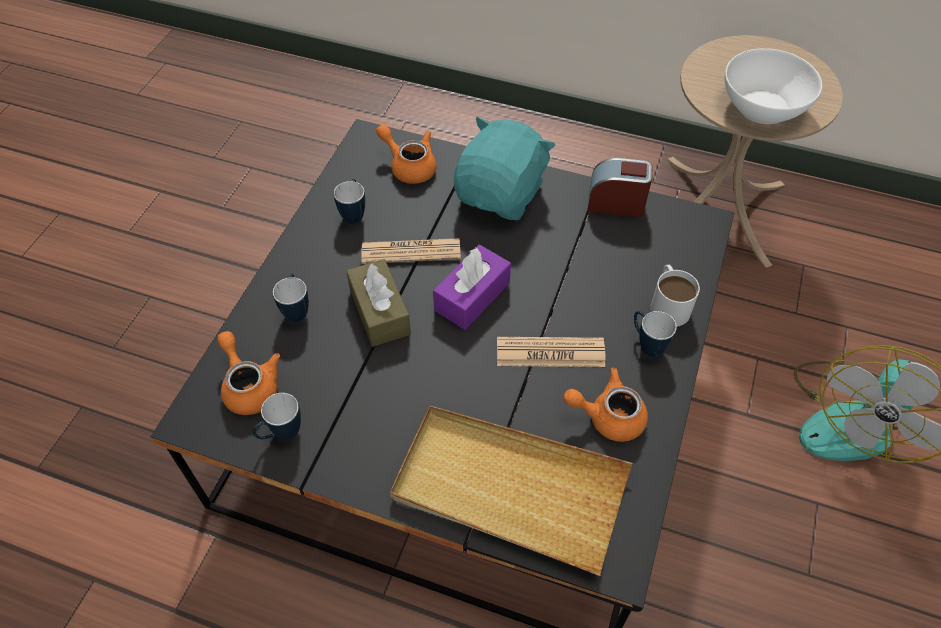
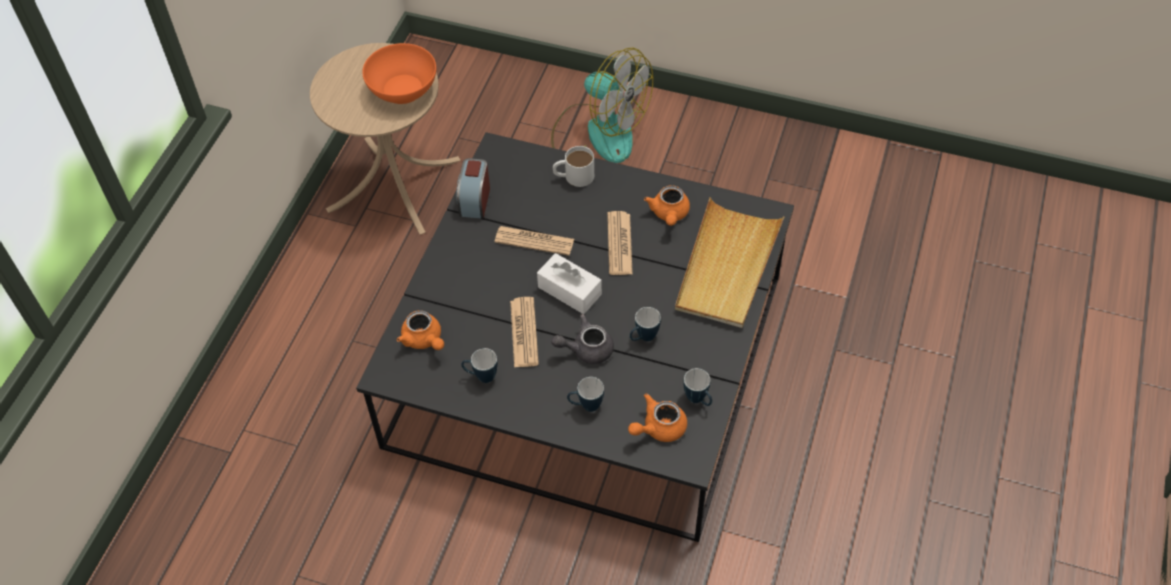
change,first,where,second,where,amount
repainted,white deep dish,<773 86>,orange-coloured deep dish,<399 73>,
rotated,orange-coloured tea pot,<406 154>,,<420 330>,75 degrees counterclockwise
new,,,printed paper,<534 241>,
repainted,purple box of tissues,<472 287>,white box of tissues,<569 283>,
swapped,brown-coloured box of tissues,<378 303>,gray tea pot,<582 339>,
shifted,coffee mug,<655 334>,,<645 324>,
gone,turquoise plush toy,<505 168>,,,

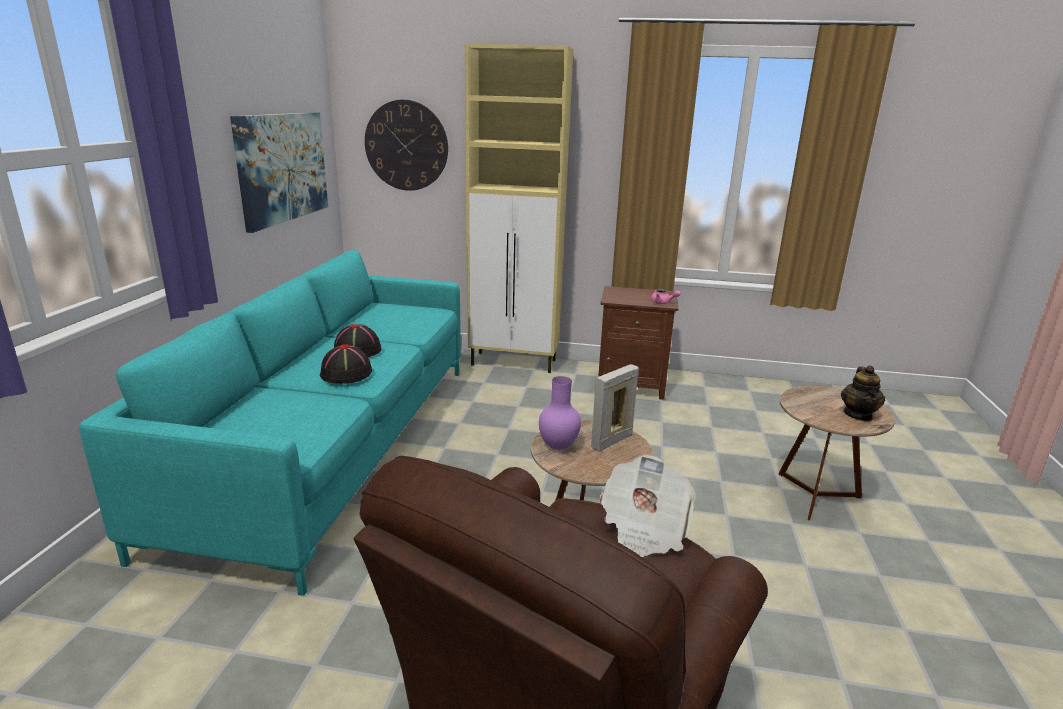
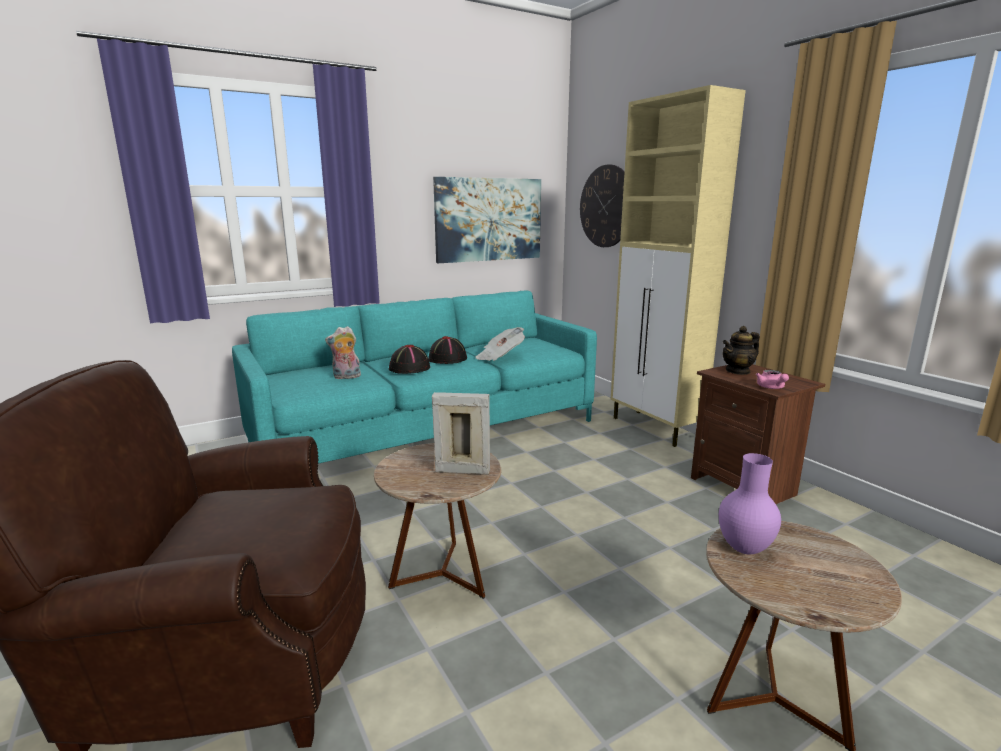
change,first,where,second,where,amount
new,,,plush toy,<343 352>,
shifted,printed paper,<648 506>,,<500 344>,
shifted,purple flower vase,<560 413>,,<750 503>,
shifted,tea pot,<863 393>,,<741 350>,

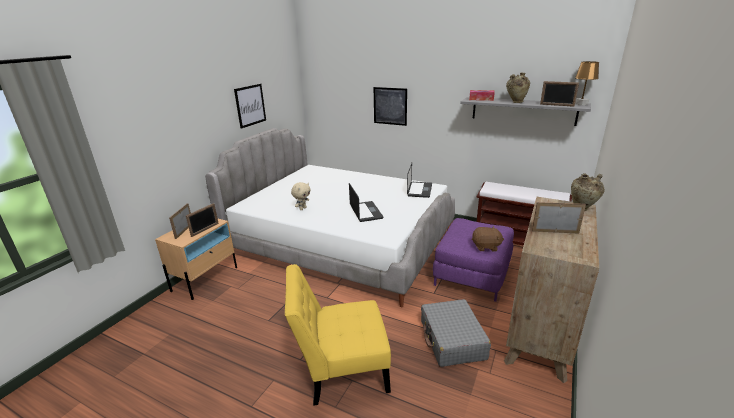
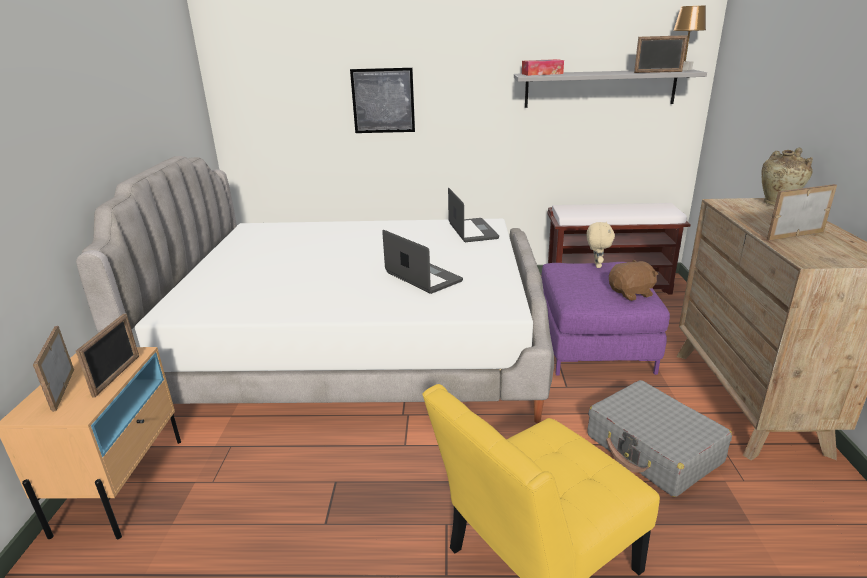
change,first,where,second,where,amount
shifted,beige plush toy,<301 196>,,<600 245>,
gone,wall picture,<250 106>,,,
gone,beige flower vase,<518 88>,,,

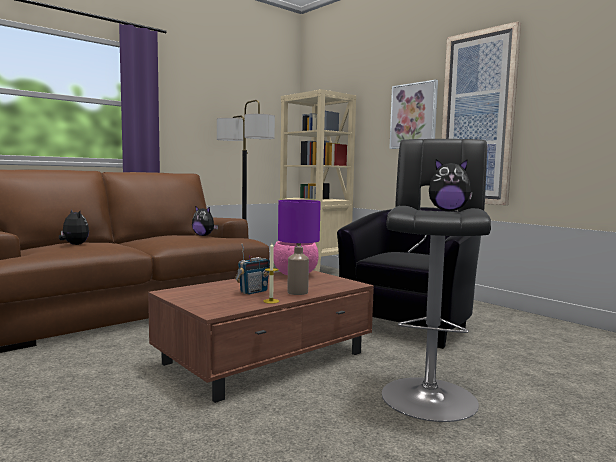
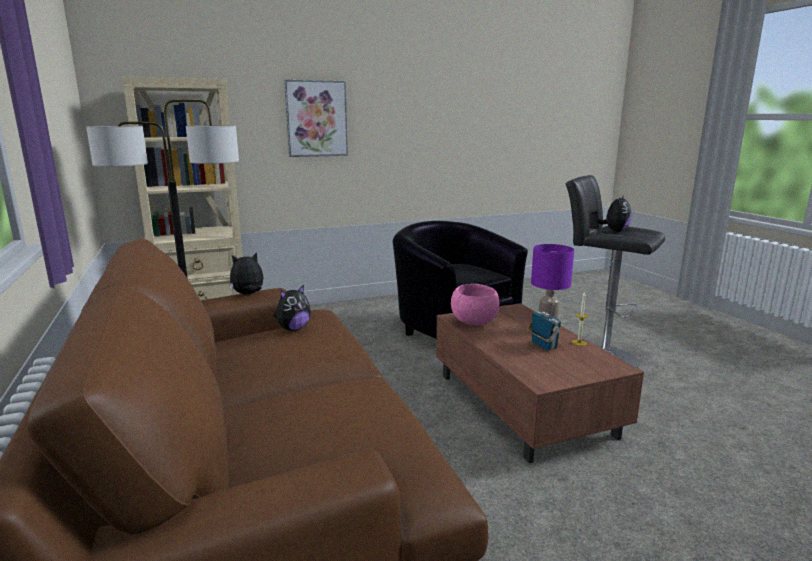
change,first,where,second,where,amount
shifted,plush toy,<74 227>,,<246 273>,
gone,wall picture,<481 113>,,,

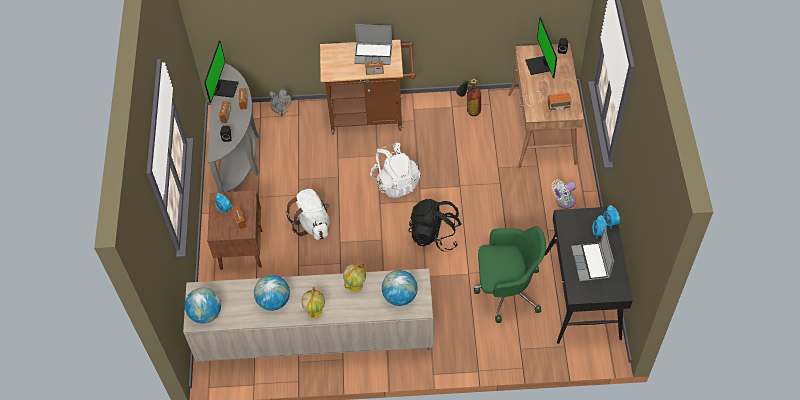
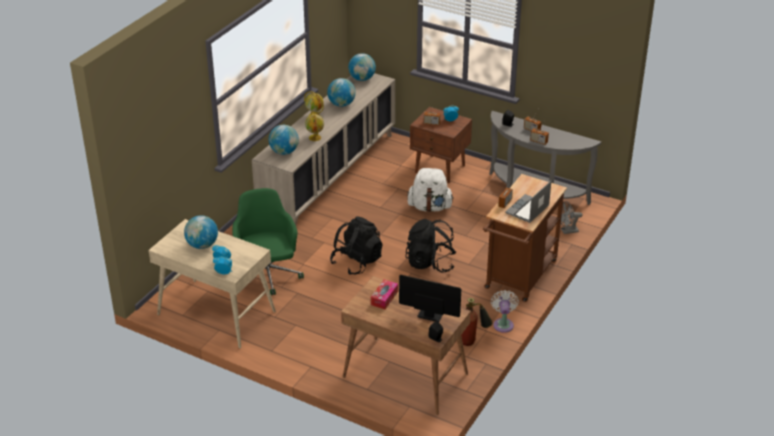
change,first,where,second,where,amount
repainted,black-coloured desk unit,<589 275>,beige desk unit,<212 283>,
swapped,notebook computer,<592 254>,world globe,<201 232>,
rotated,green office chair,<510 274>,,<268 241>,135 degrees clockwise
swapped,radio receiver,<548 101>,box of tissues,<384 294>,
repainted,white rucksack,<395 170>,black-coloured rucksack,<430 246>,
shifted,white electric fan,<564 194>,,<505 311>,
gone,monitor,<221 72>,,,

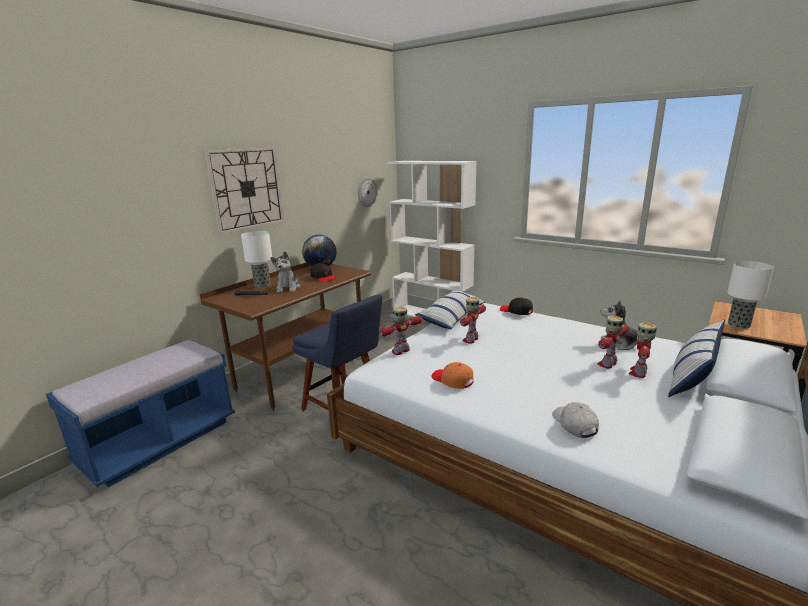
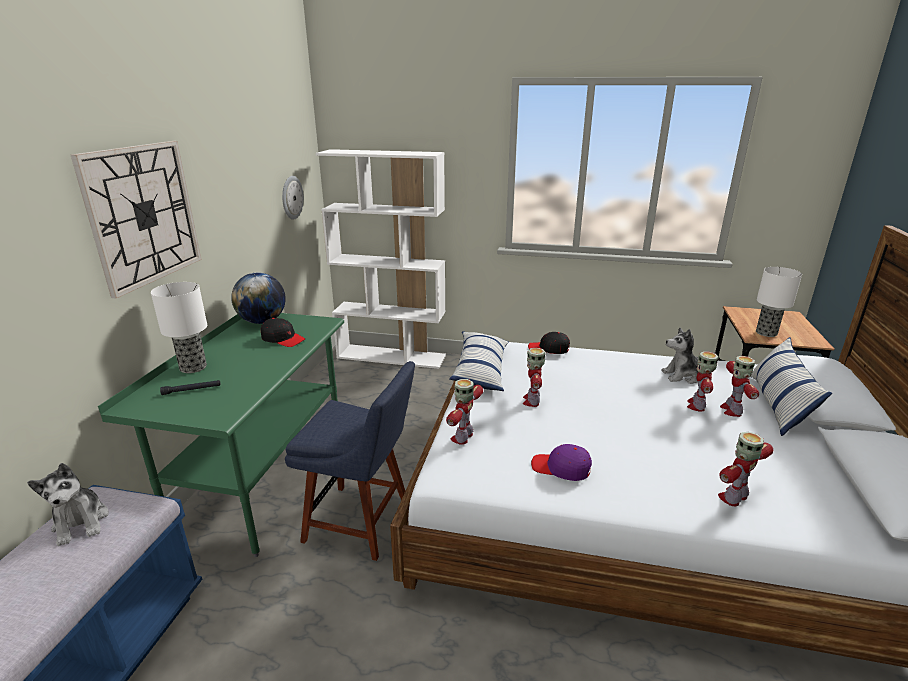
change,first,where,second,where,amount
shifted,plush toy,<285 272>,,<68 504>,
repainted,brown-coloured desk unit,<285 337>,green desk unit,<221 435>,
repainted,orange-coloured baseball cap,<452 375>,purple baseball cap,<561 462>,
swapped,white baseball cap,<575 420>,model robot,<745 469>,

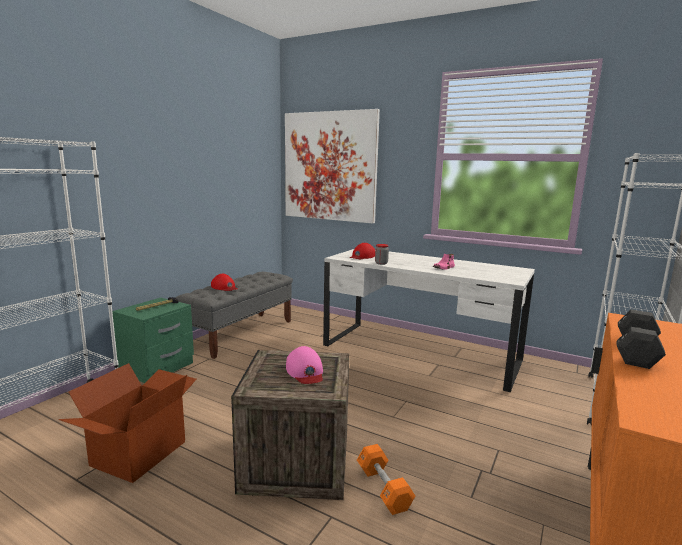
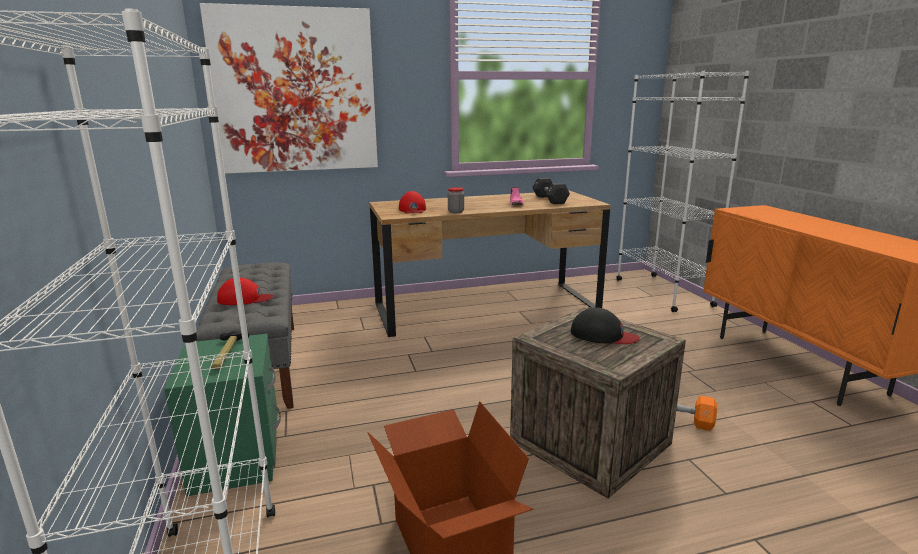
change,first,where,second,where,amount
repainted,white desk unit,<429 321>,brown-coloured desk unit,<490 264>,
shifted,black-coloured dumbbell,<641 339>,,<551 191>,
repainted,pinkish baseball cap,<304 365>,black-coloured baseball cap,<605 325>,

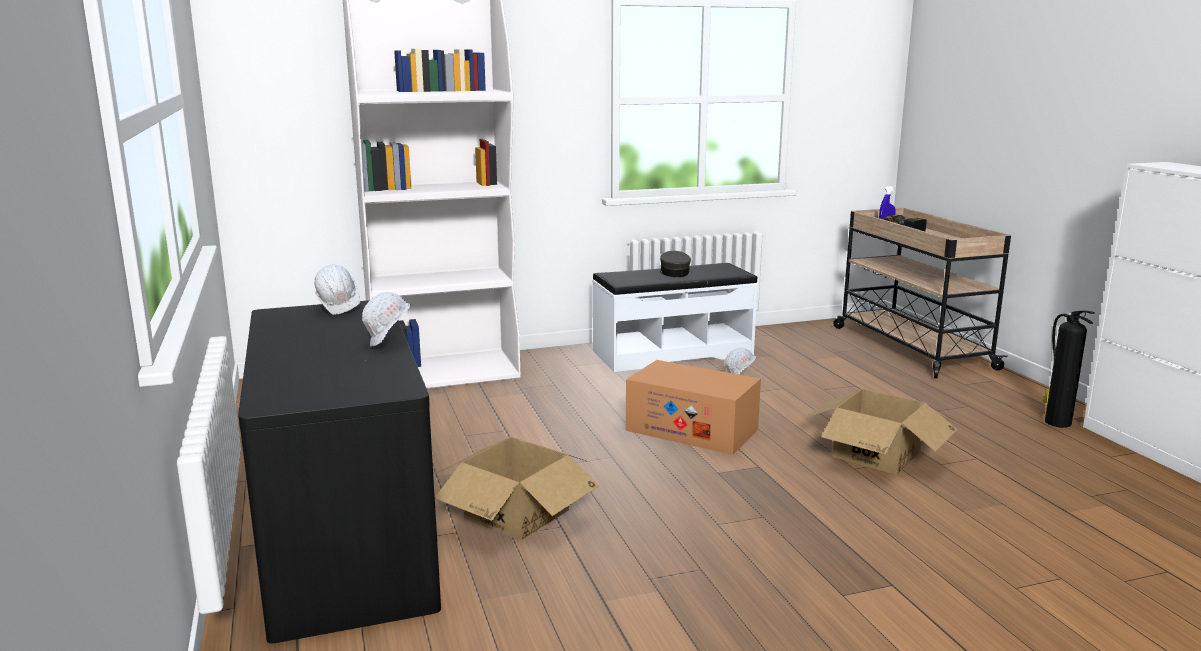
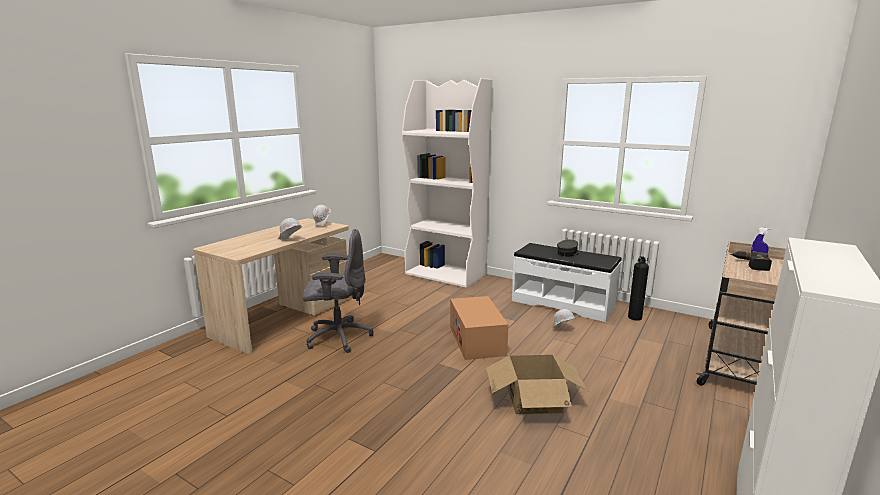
change,first,where,second,where,amount
repainted,black-coloured desk unit,<339 471>,beige desk unit,<271 286>,
swapped,carton,<517 489>,gray office chair,<338 291>,
shifted,fire extinguisher,<1069 369>,,<638 288>,

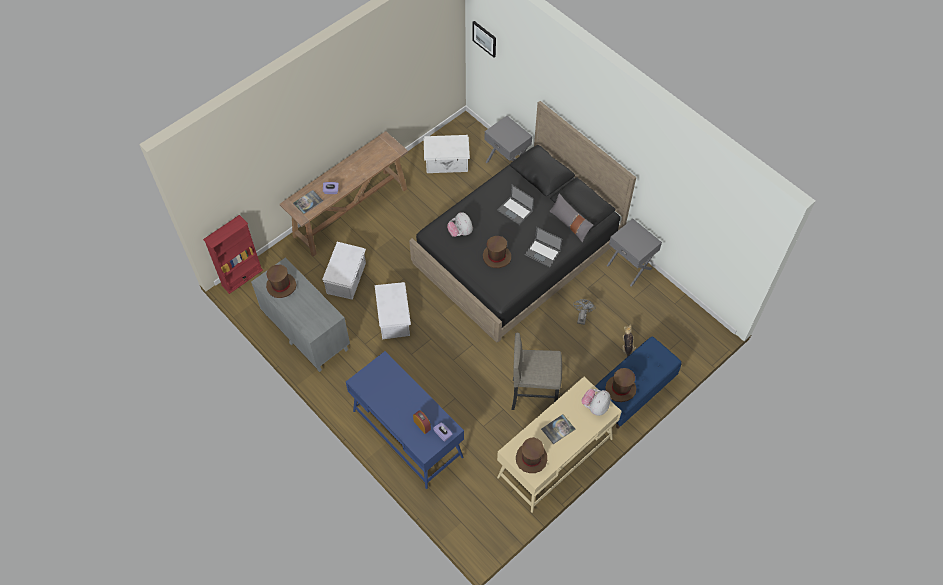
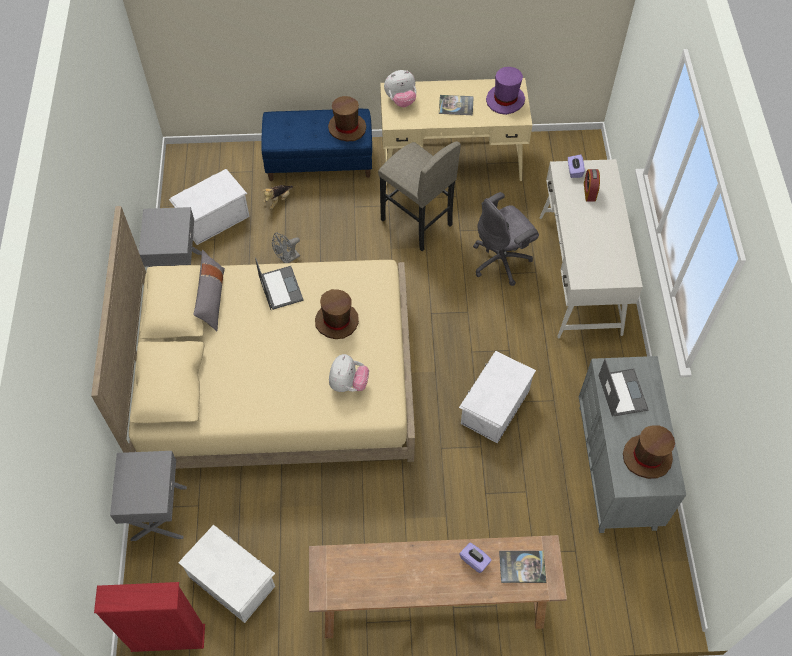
change,first,where,second,where,amount
repainted,black-coloured bedroom bed,<522 222>,beige bedroom bed,<253 337>,
shifted,red shelving unit,<233 254>,,<149 617>,
shifted,white storage box,<344 271>,,<209 207>,
new,,,gray office chair,<506 239>,
repainted,brown-coloured hat,<531 455>,purple hat,<505 91>,
repainted,blue-coloured desk unit,<405 420>,white desk unit,<591 248>,
shifted,notebook computer,<515 204>,,<623 387>,
gone,wall picture,<484 39>,,,

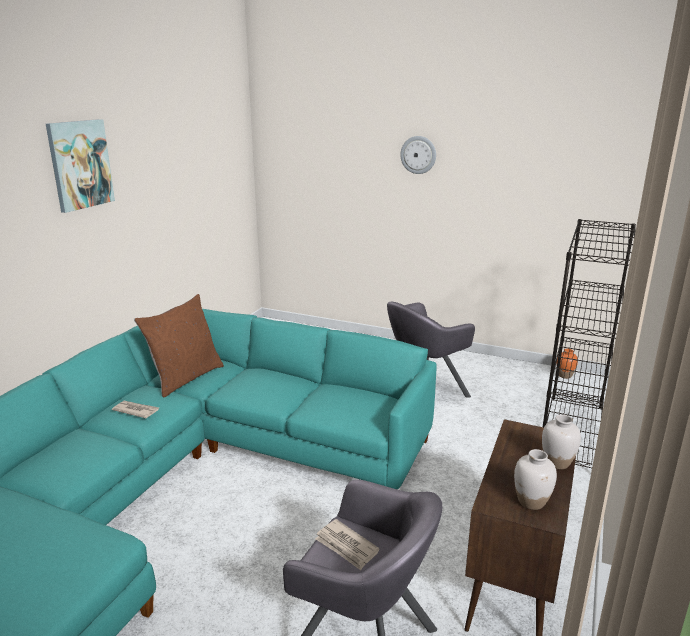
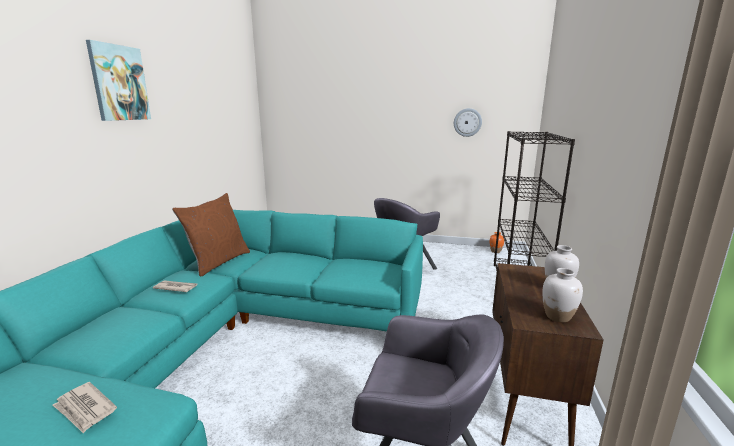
change,first,where,second,where,amount
shifted,printed paper,<347 544>,,<85 407>,
shifted,wall clock,<418 155>,,<468 122>,

